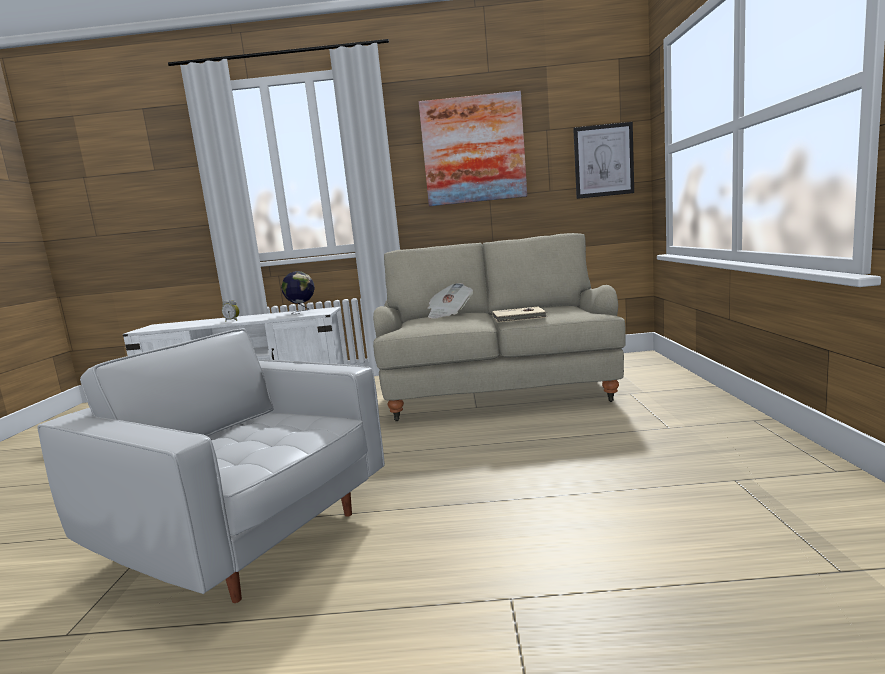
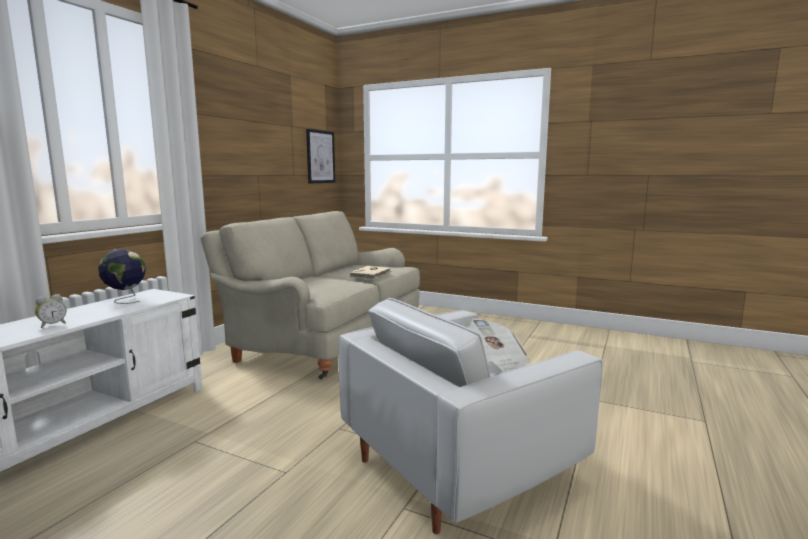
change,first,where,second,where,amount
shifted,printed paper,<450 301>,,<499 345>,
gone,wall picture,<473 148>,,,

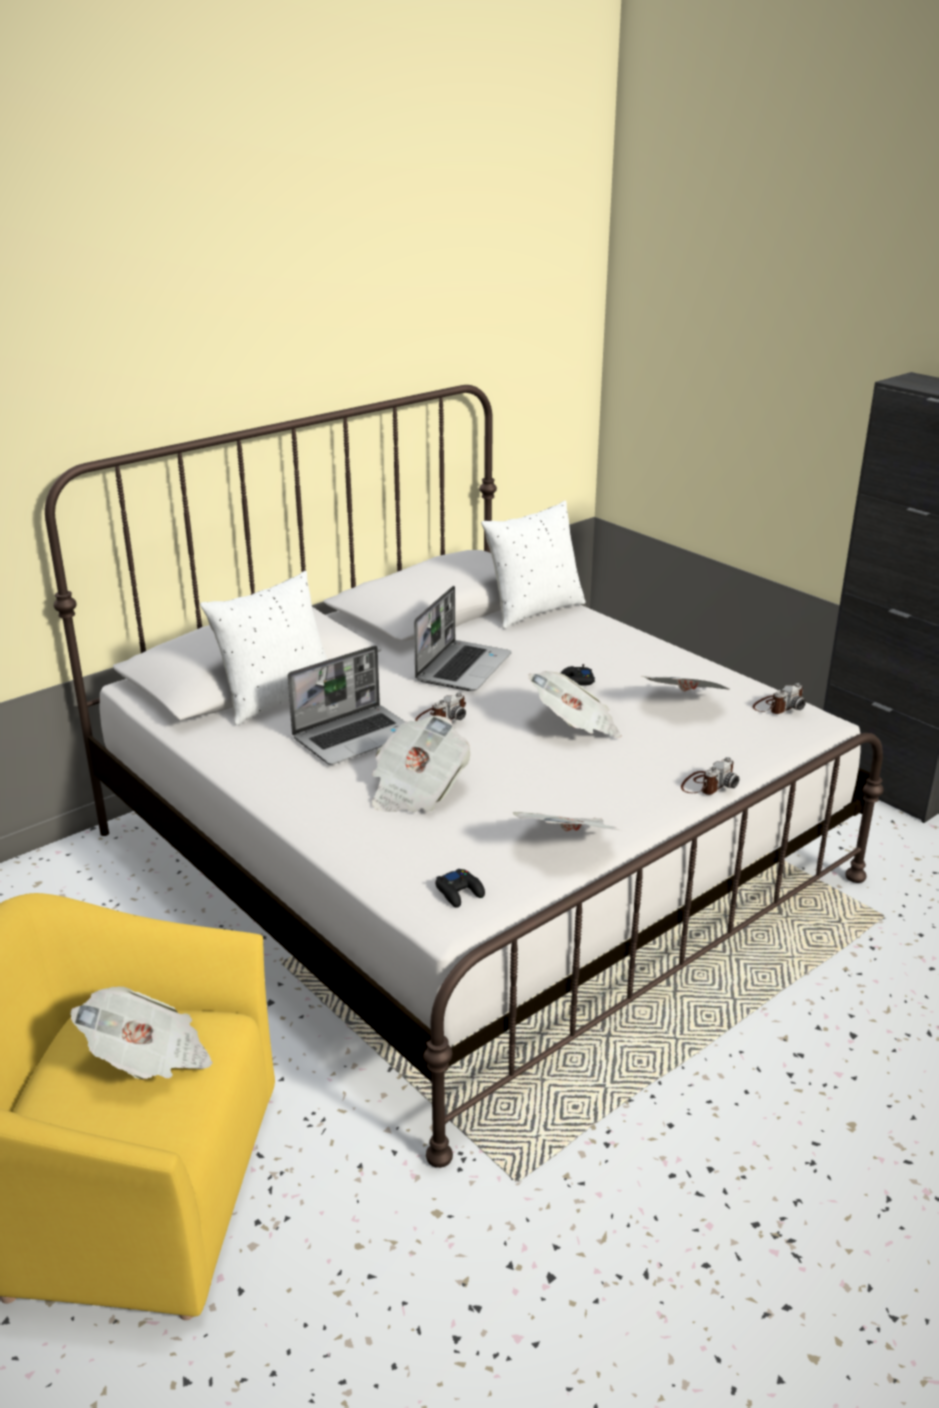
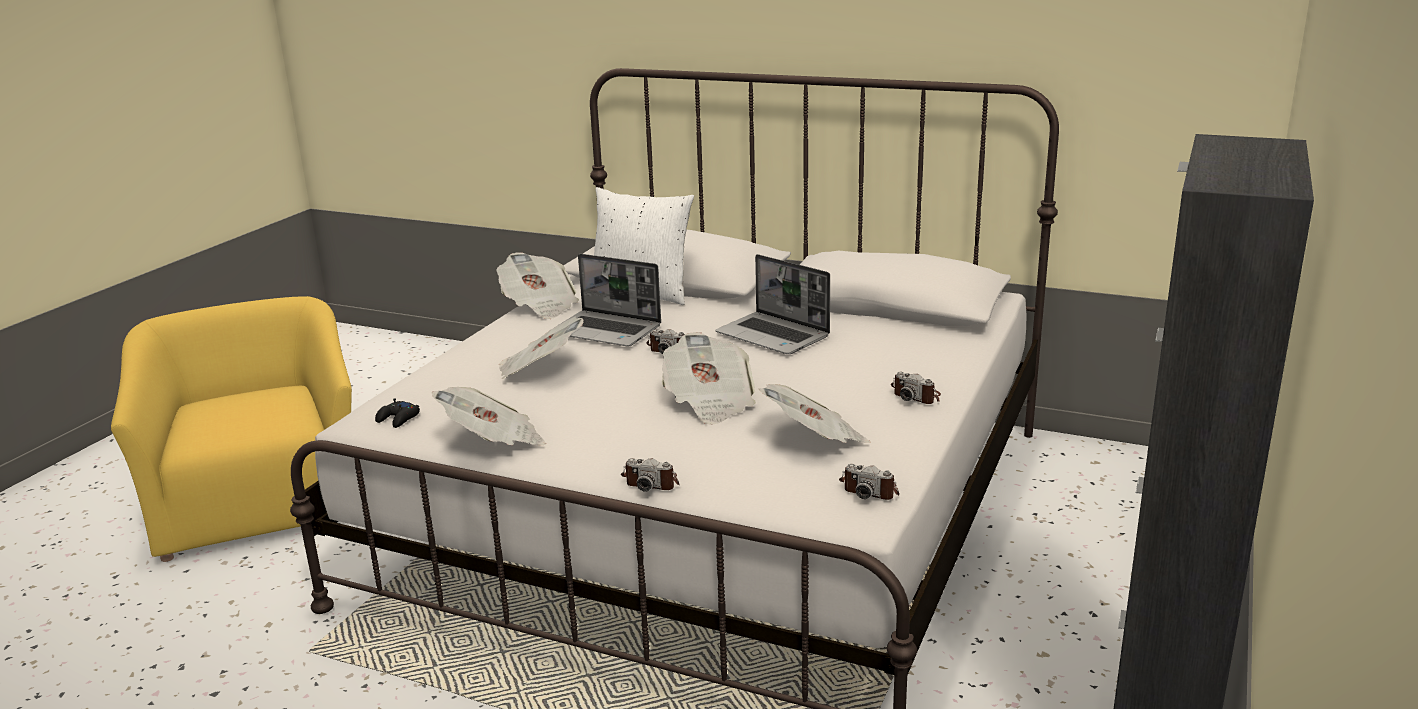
change,first,where,second,where,amount
shifted,printed paper,<141 1033>,,<537 285>,
rotated,notebook computer,<463 638>,,<772 304>,45 degrees clockwise
new,,,photo camera,<916 388>,
gone,white throw pillow,<533 564>,,,
gone,black-coloured gamepad,<578 675>,,,

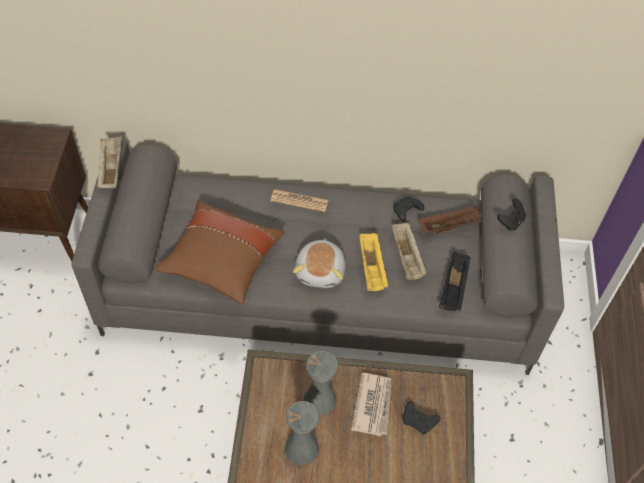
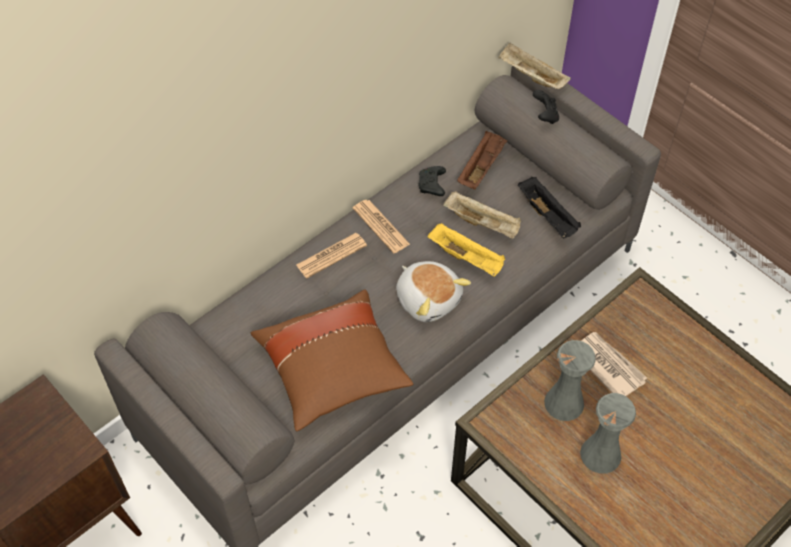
change,first,where,second,where,amount
new,,,printed paper,<381 227>,
shifted,beige carrying tray,<109 162>,,<534 66>,
gone,black-coloured gamepad,<421 418>,,,

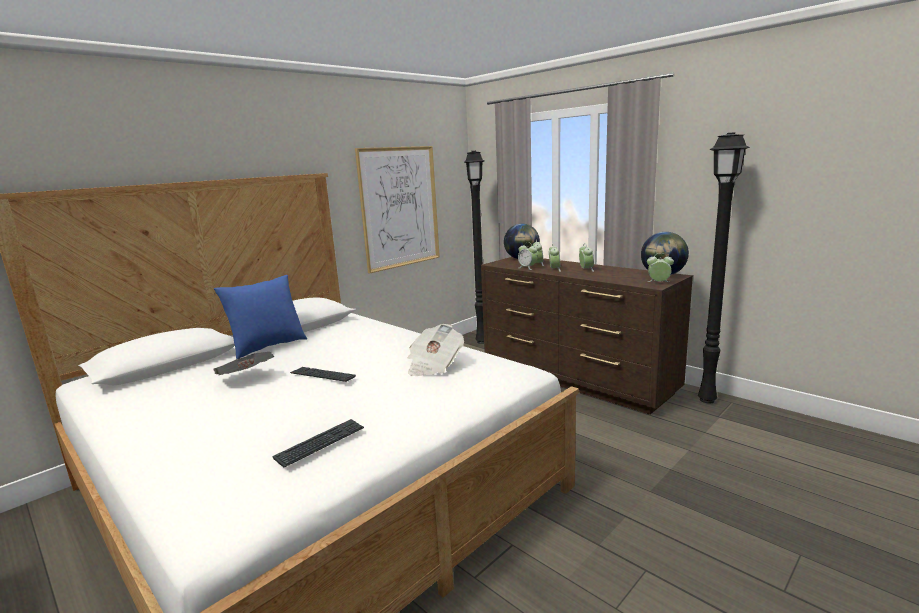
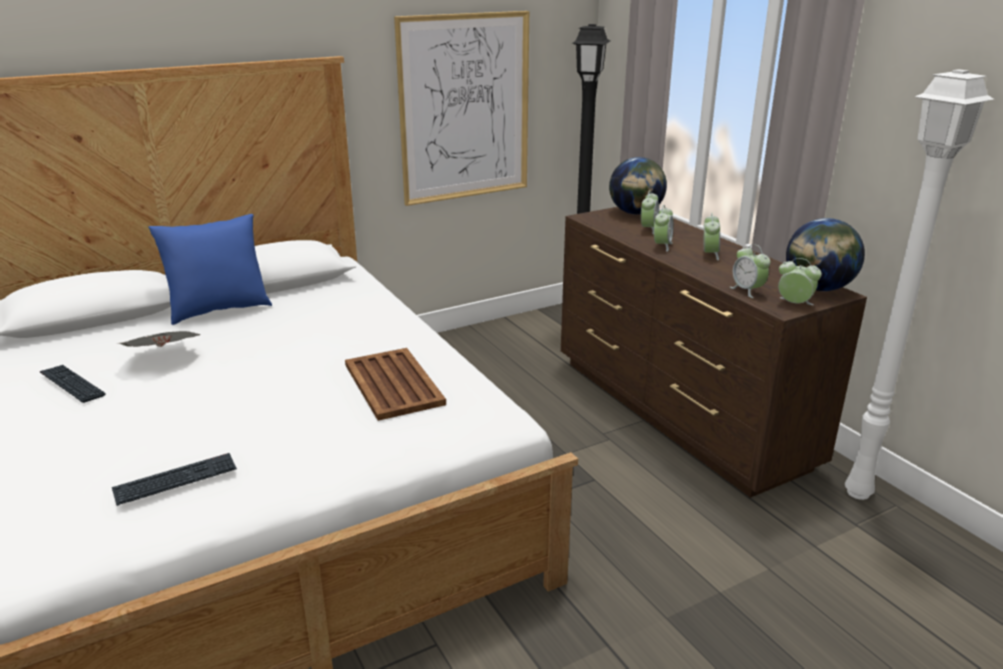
change,first,where,second,where,amount
shifted,computer keyboard,<323 374>,,<73 384>,
swapped,printed paper,<435 350>,brown-coloured carrying tray,<395 384>,
shifted,bedside clock,<527 256>,,<750 271>,
repainted,black-coloured floor lamp,<724 268>,white floor lamp,<919 284>,

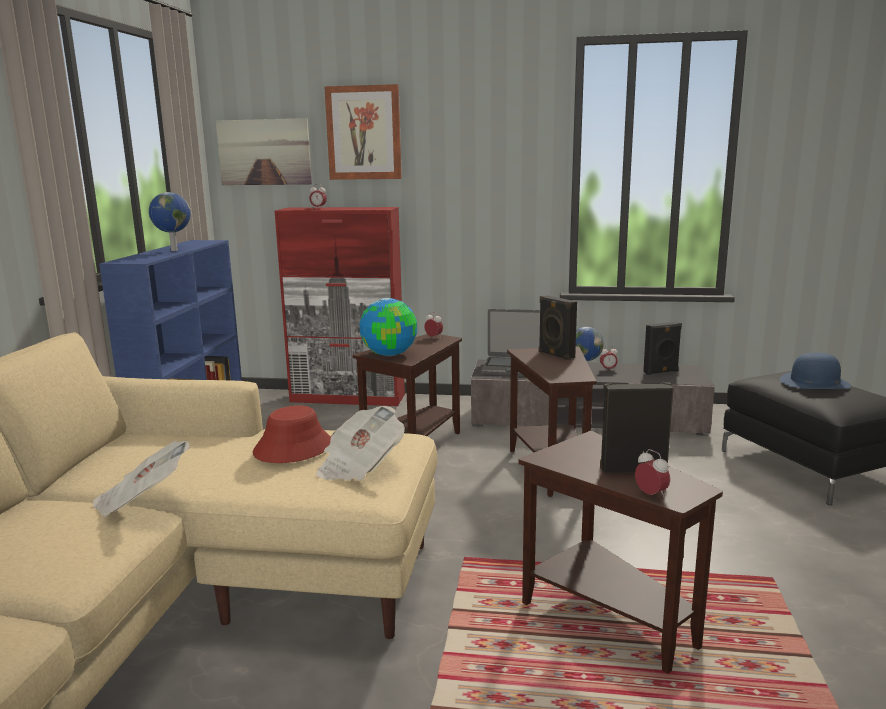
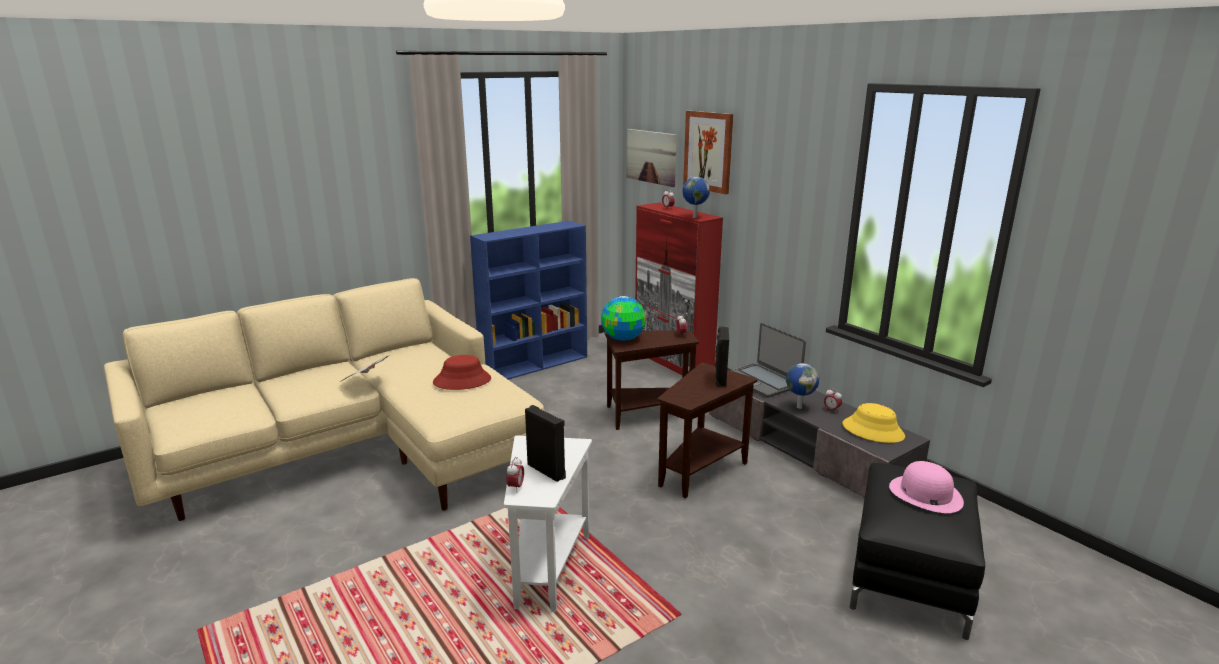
change,first,where,second,where,amount
repainted,brown-coloured side table,<620 552>,white side table,<548 523>,
shifted,world globe,<170 221>,,<696 197>,
swapped,black-coloured speaker,<662 348>,yellow hat,<873 423>,
repainted,blue-coloured hat,<815 371>,pinkish hat,<926 487>,
gone,printed paper,<360 443>,,,

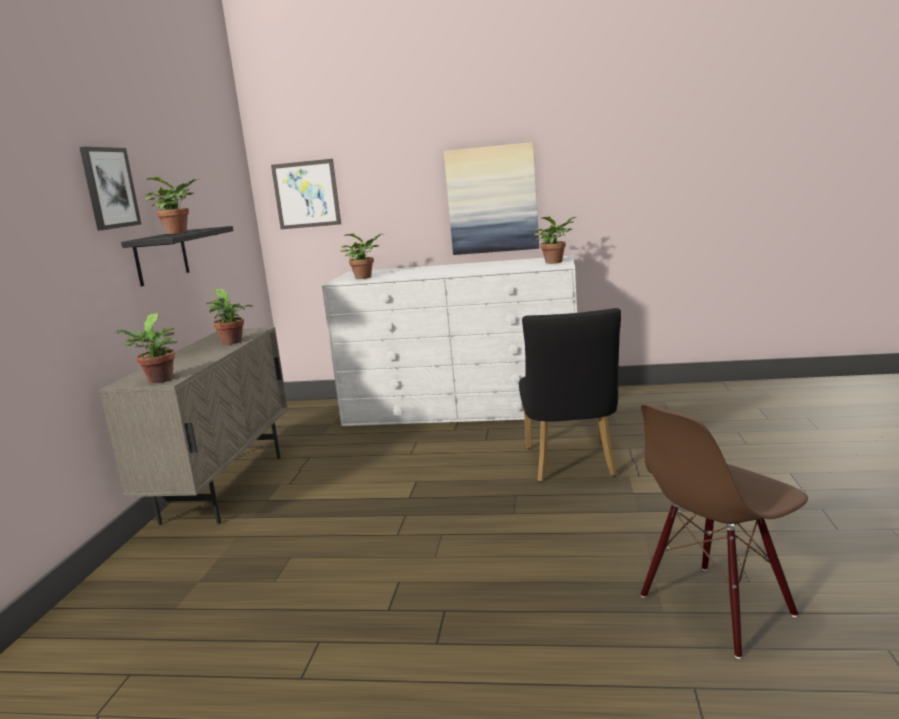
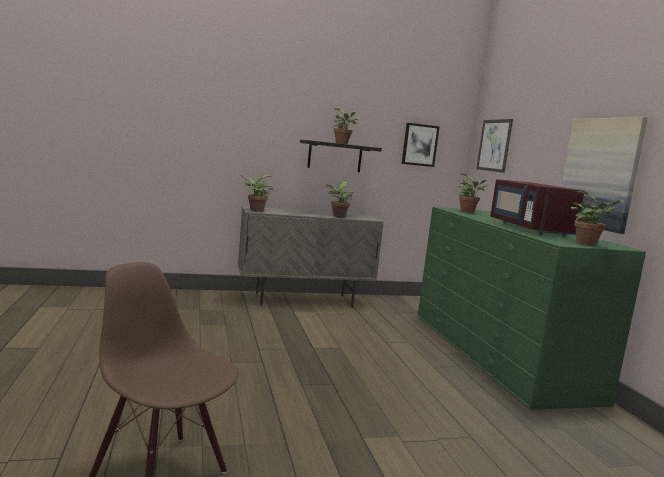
change,first,where,second,where,amount
shifted,wall picture,<110 188>,,<421 145>,
repainted,white dresser,<449 341>,green dresser,<532 308>,
new,,,red kitchen microwave,<537 208>,
gone,black-coloured plain chair,<570 395>,,,

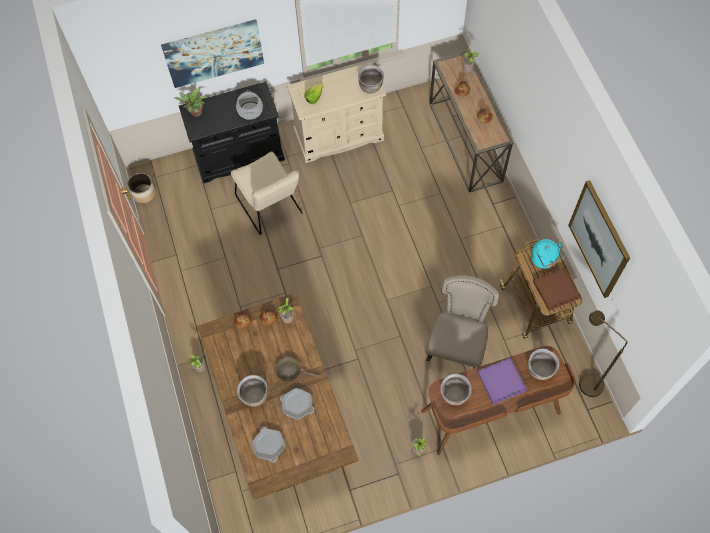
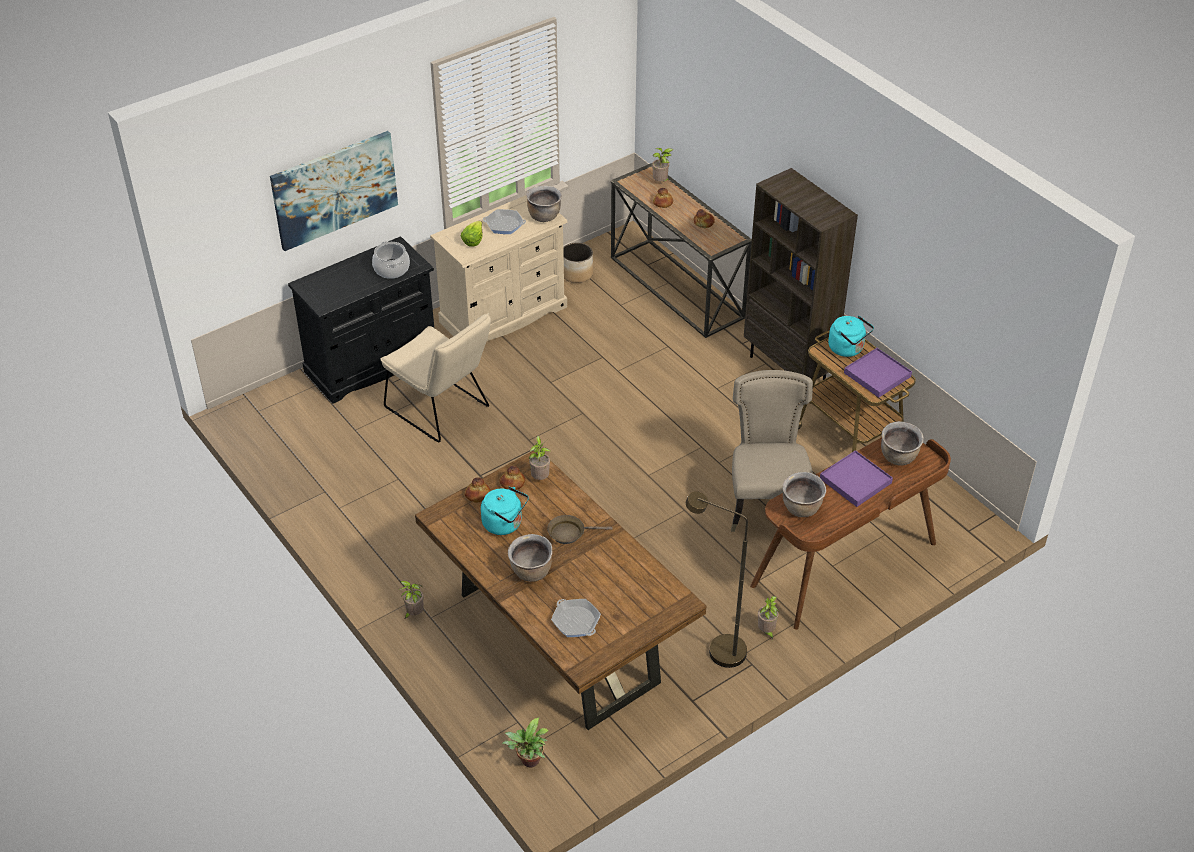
change,first,where,second,where,amount
new,,,turquoise tea kettle,<505 511>,
shifted,frying pan,<297 404>,,<504 221>,
shifted,plant in a pot,<190 103>,,<525 742>,
shifted,flower pot,<142 188>,,<578 263>,
shifted,brown-coloured floor lamp,<603 353>,,<717 579>,
new,,,brown-coloured shelving unit,<801 274>,
repainted,brown-coloured carrying tray,<557 289>,purple carrying tray,<878 373>,
gone,wall picture,<599 239>,,,

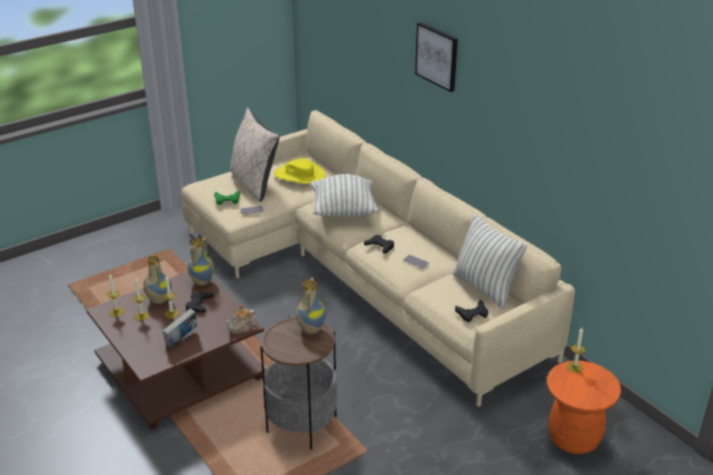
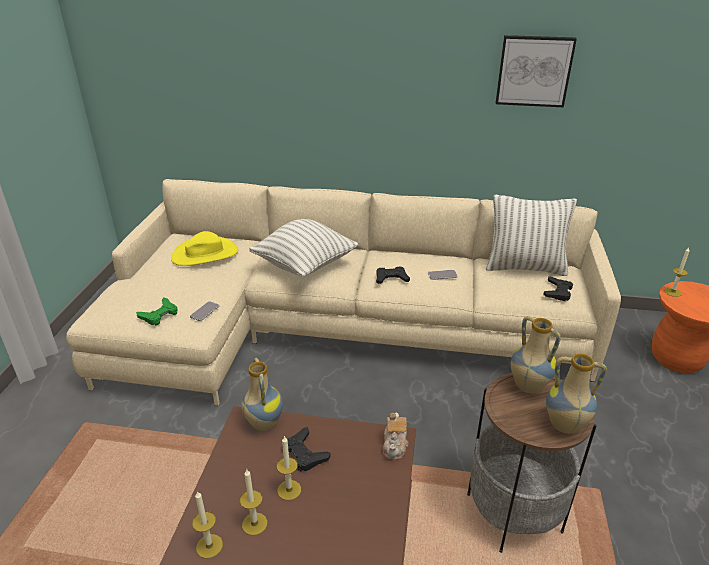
change,first,where,second,where,amount
shifted,wall picture,<436 57>,,<536 71>,
shifted,flower vase,<157 279>,,<576 394>,
gone,book,<180 328>,,,
gone,beige throw pillow,<255 155>,,,

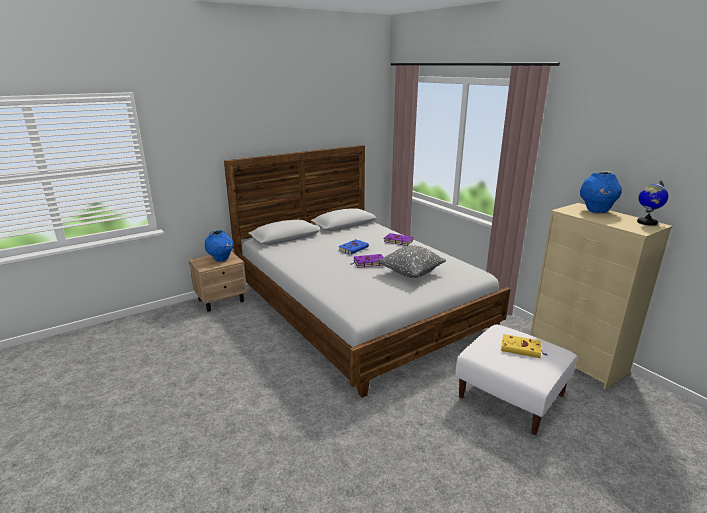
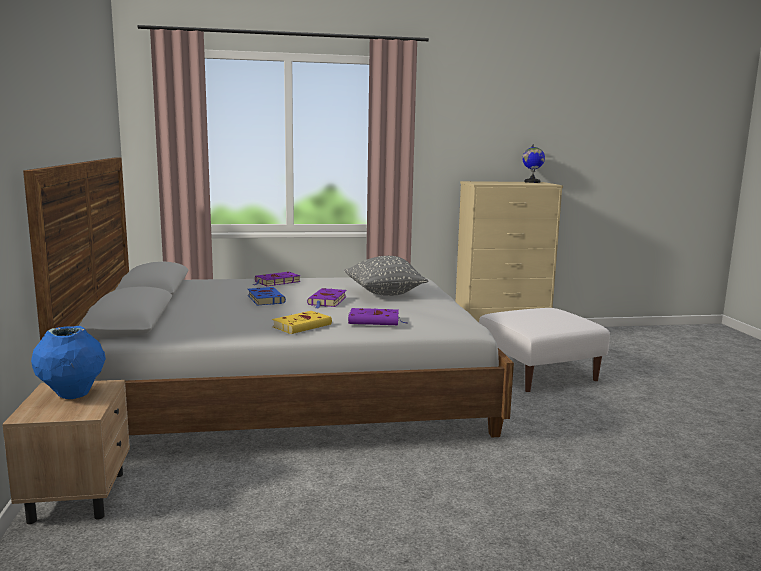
change,first,where,second,where,amount
shifted,yellow book,<524 346>,,<302 322>,
new,,,purple book,<378 316>,
gone,blue-coloured flower vase,<601 192>,,,

